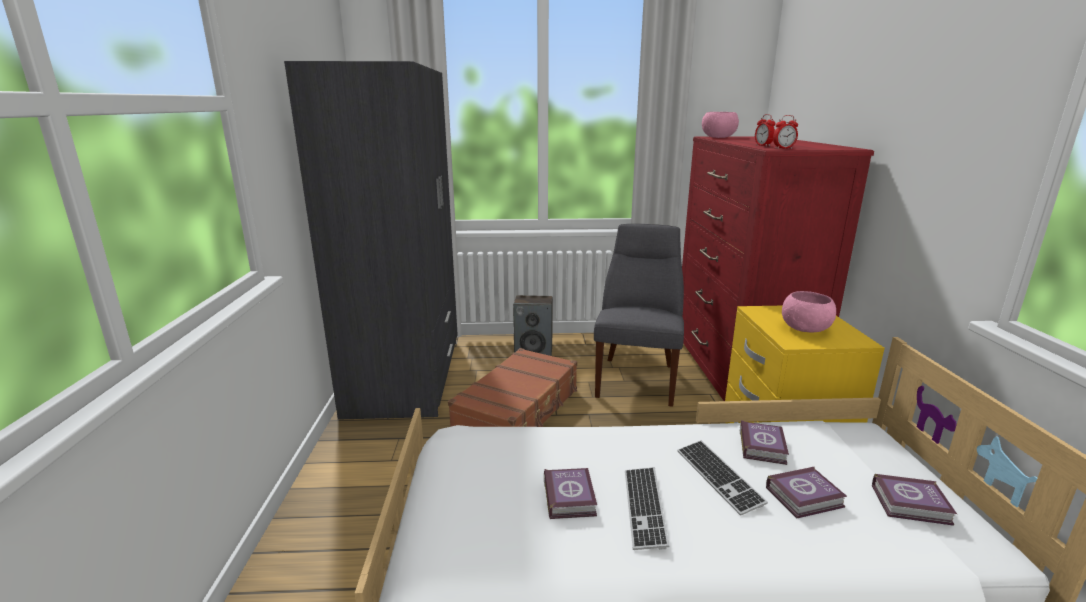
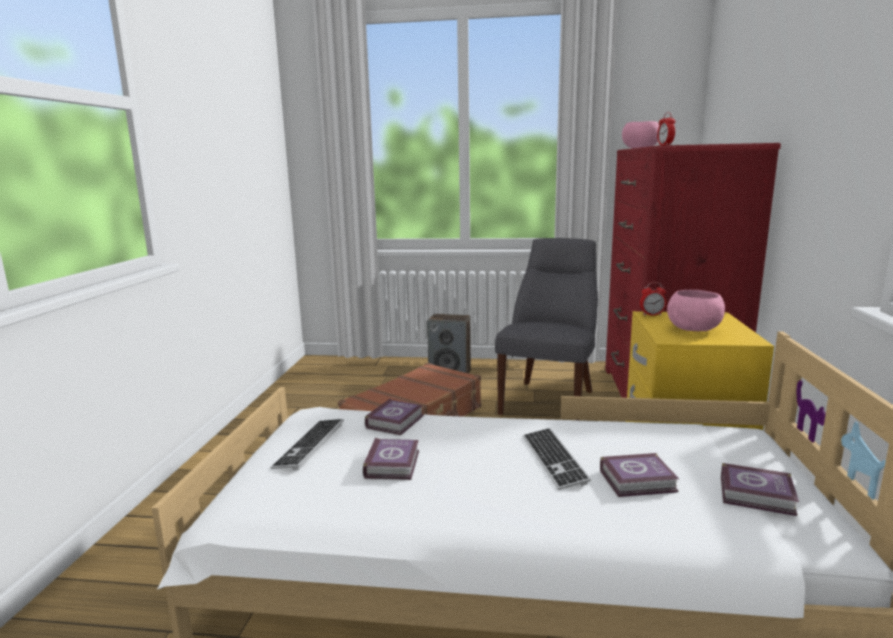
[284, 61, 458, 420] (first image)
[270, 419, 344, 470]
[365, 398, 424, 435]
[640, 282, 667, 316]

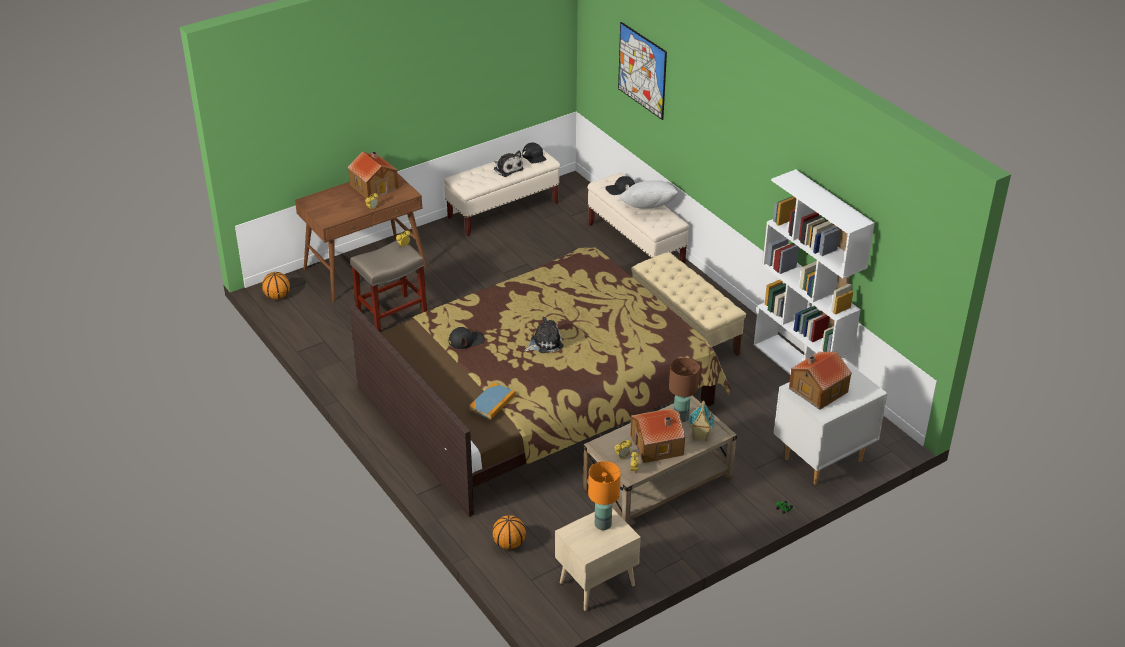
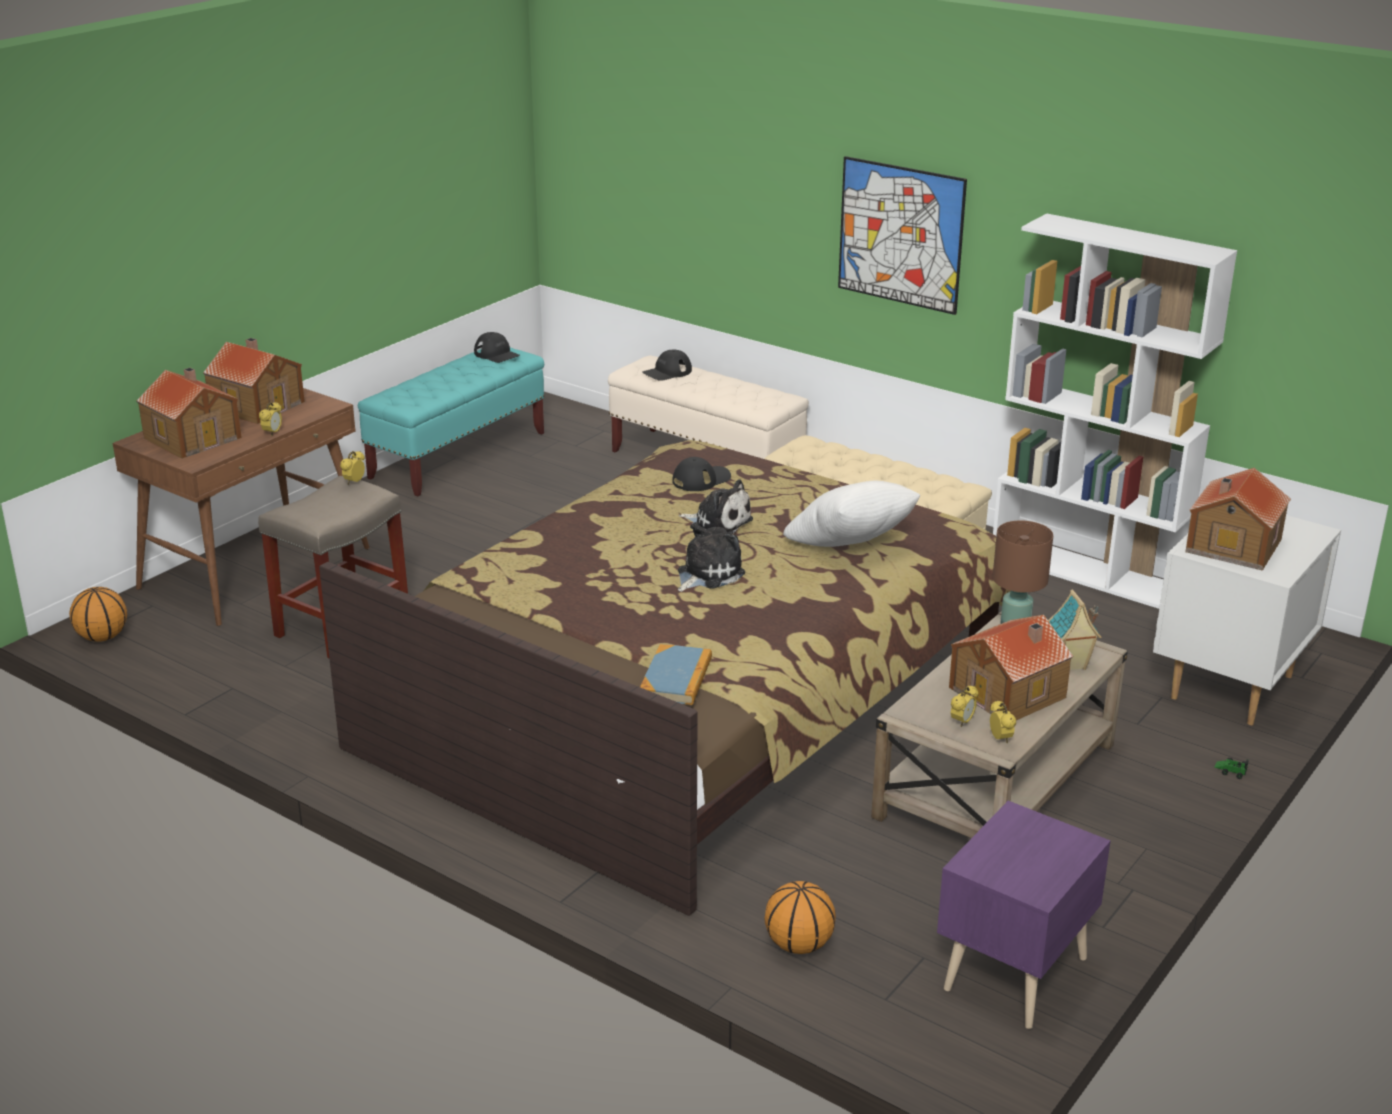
[588, 461, 621, 530] (first image)
[137, 368, 242, 459]
[672, 457, 731, 491]
[679, 479, 753, 534]
[838, 156, 967, 315]
[783, 481, 920, 547]
[358, 348, 544, 497]
[937, 801, 1111, 1029]

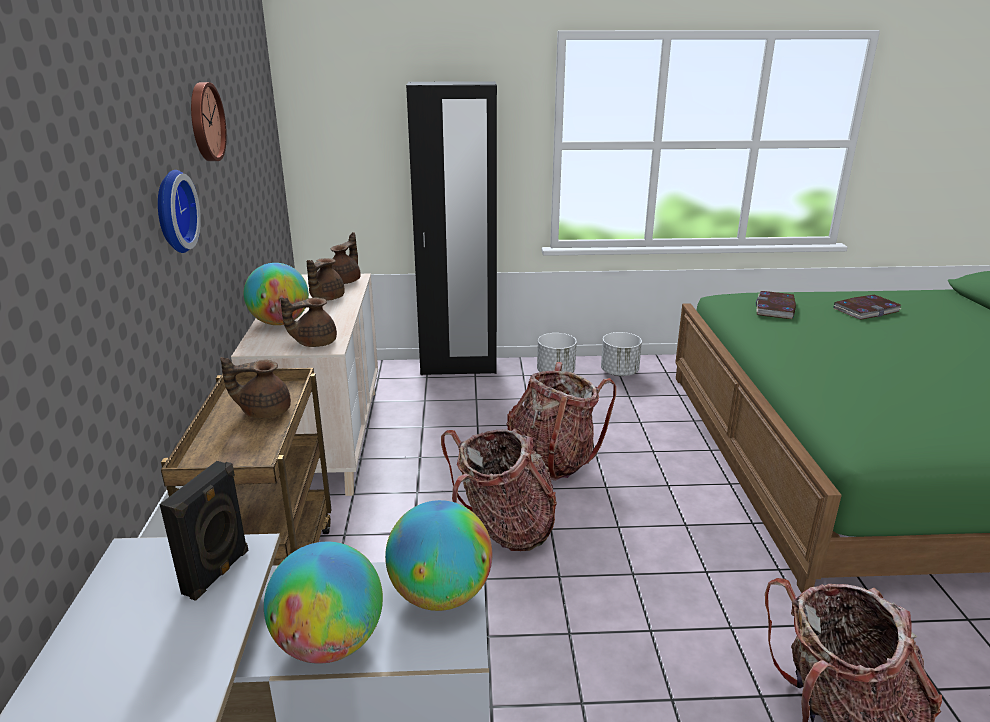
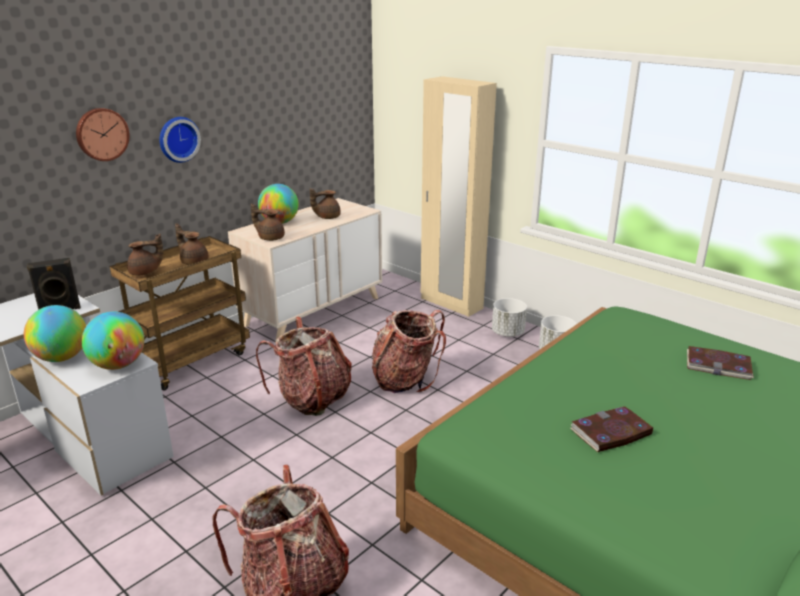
[76, 108, 130, 161]
[127, 234, 163, 276]
[570, 406, 653, 452]
[421, 76, 497, 317]

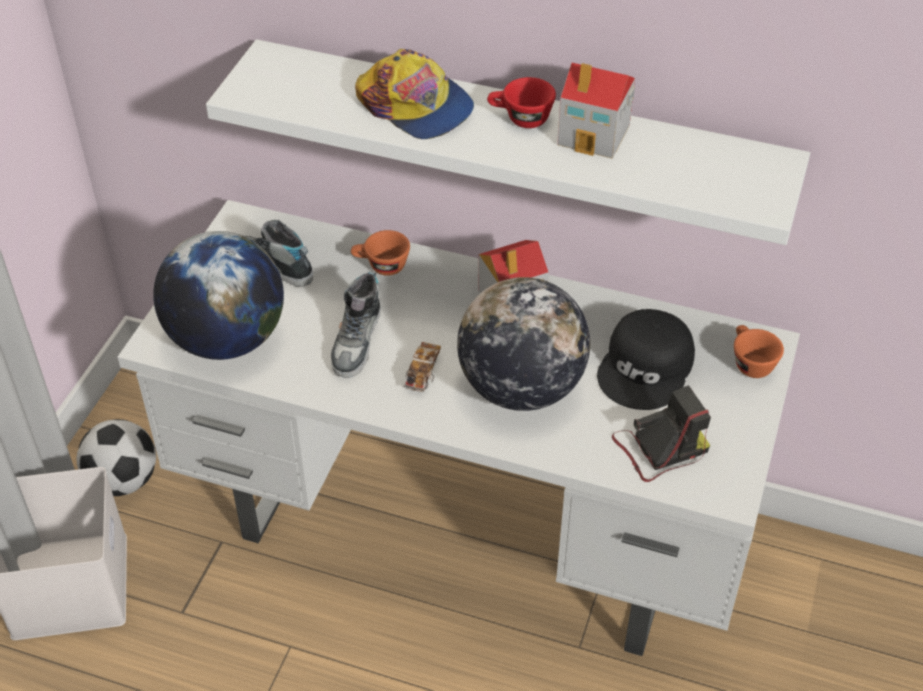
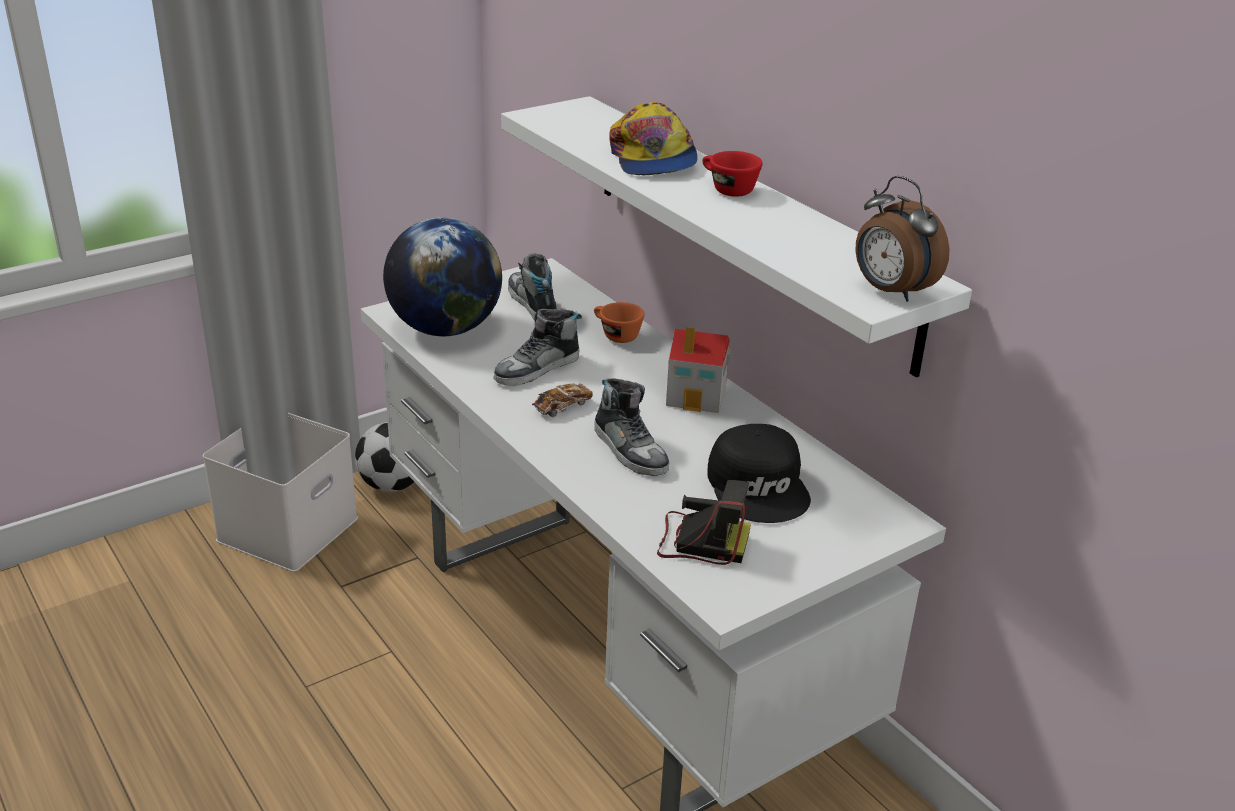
[557, 63, 635, 159] (first image)
[734, 325, 784, 378] (first image)
[856, 176, 950, 302]
[594, 378, 669, 476]
[707, 424, 811, 523]

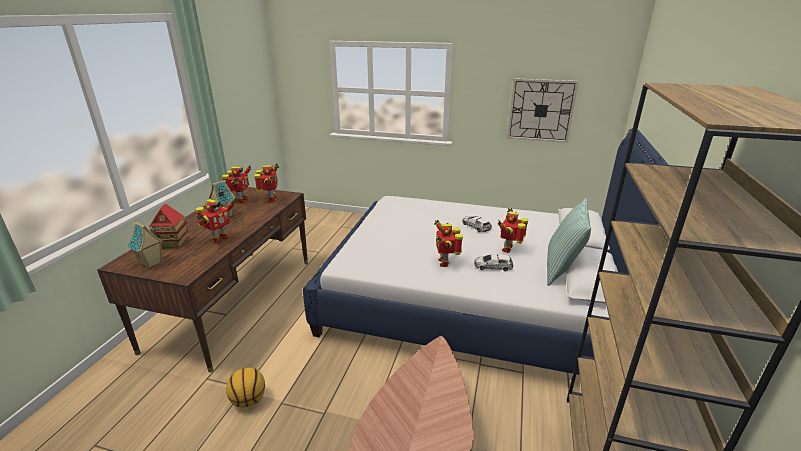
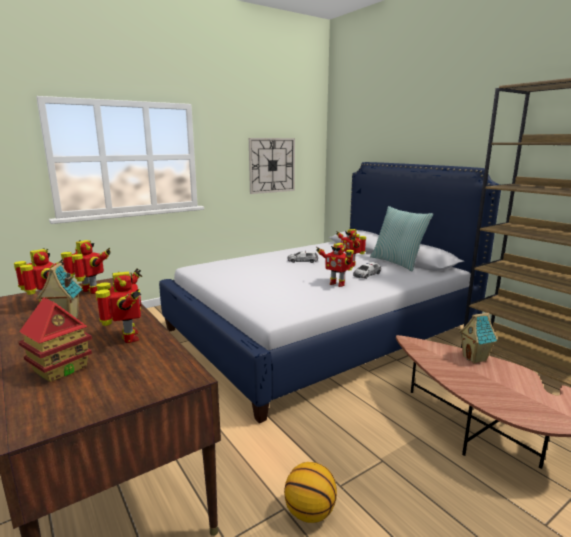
[459, 313, 498, 363]

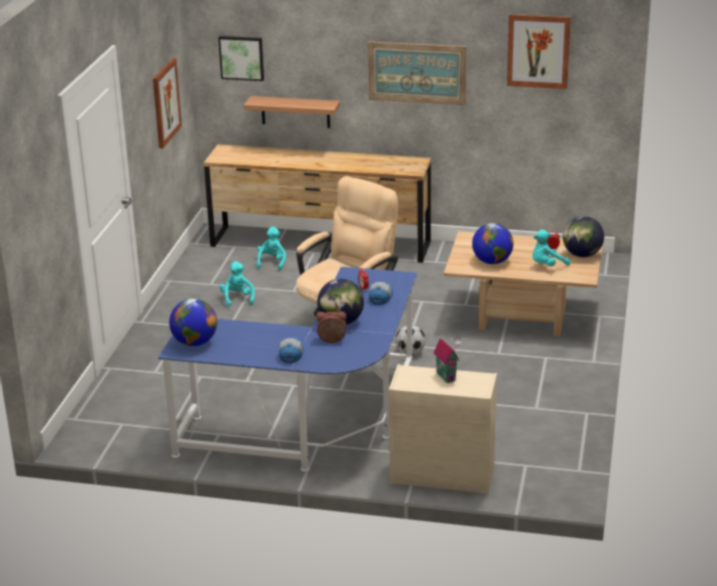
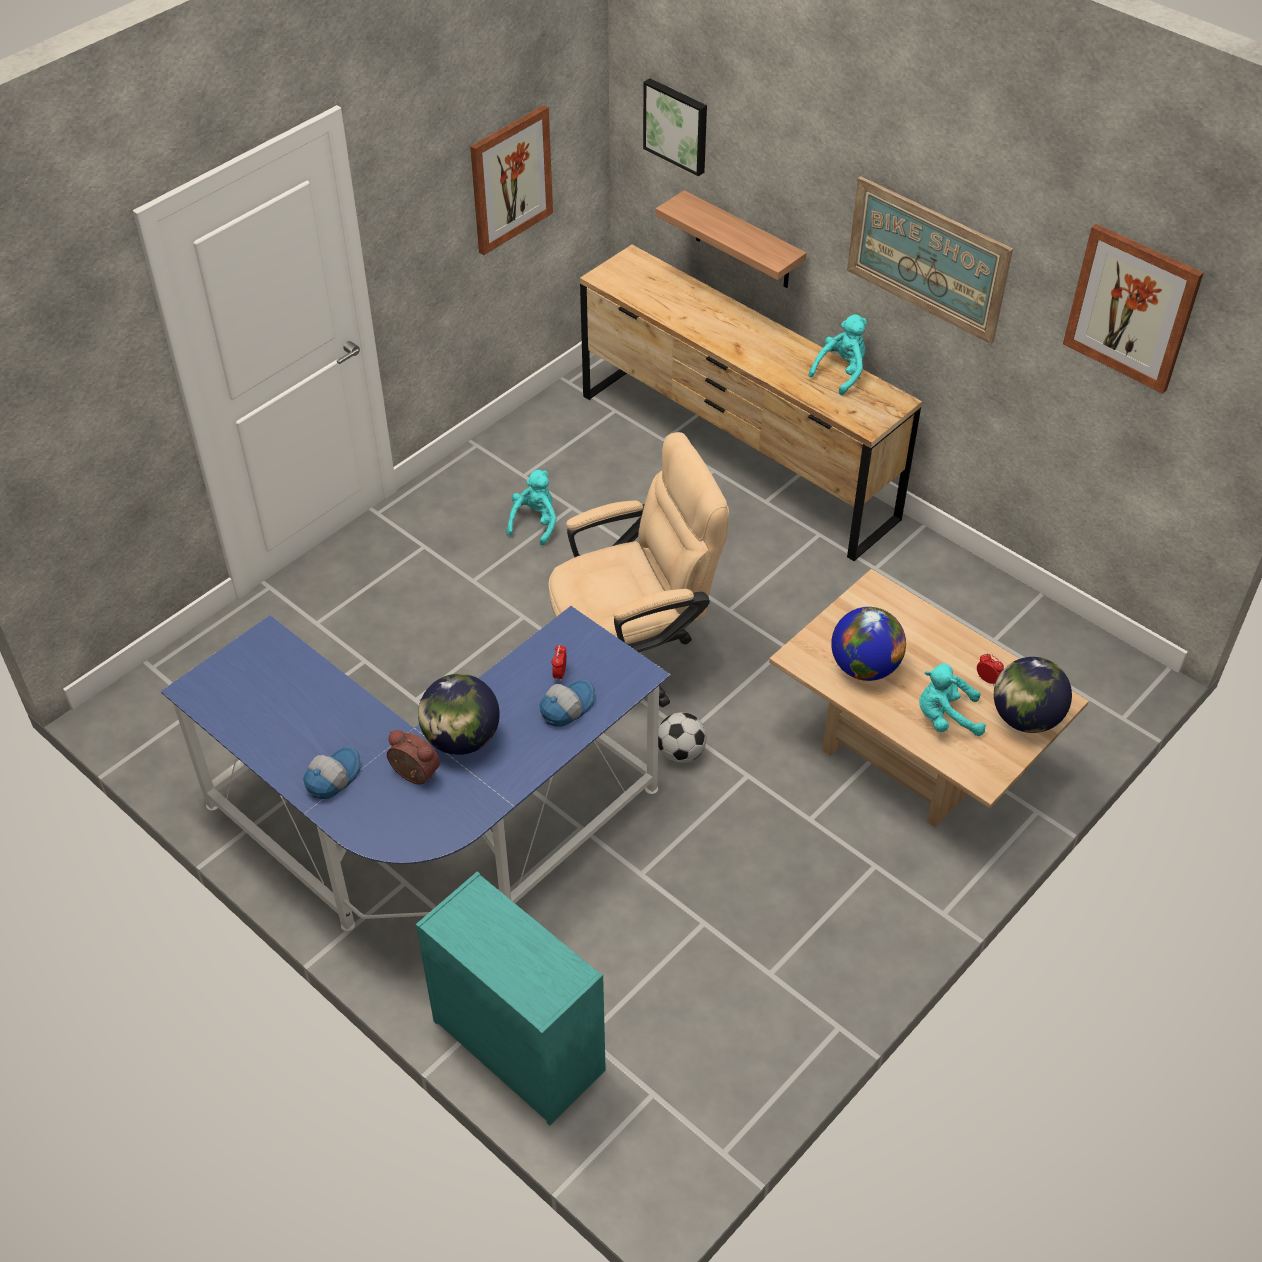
[169, 298, 217, 346] (first image)
[434, 337, 462, 383] (first image)
[809, 314, 867, 395]
[416, 871, 606, 1126]

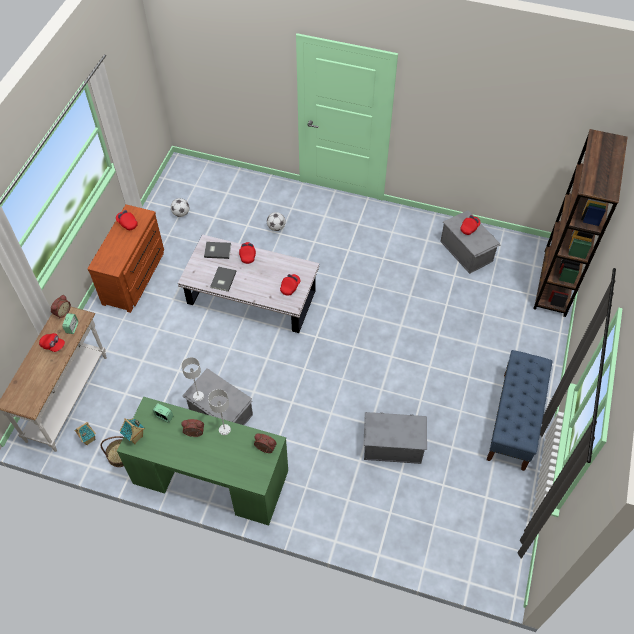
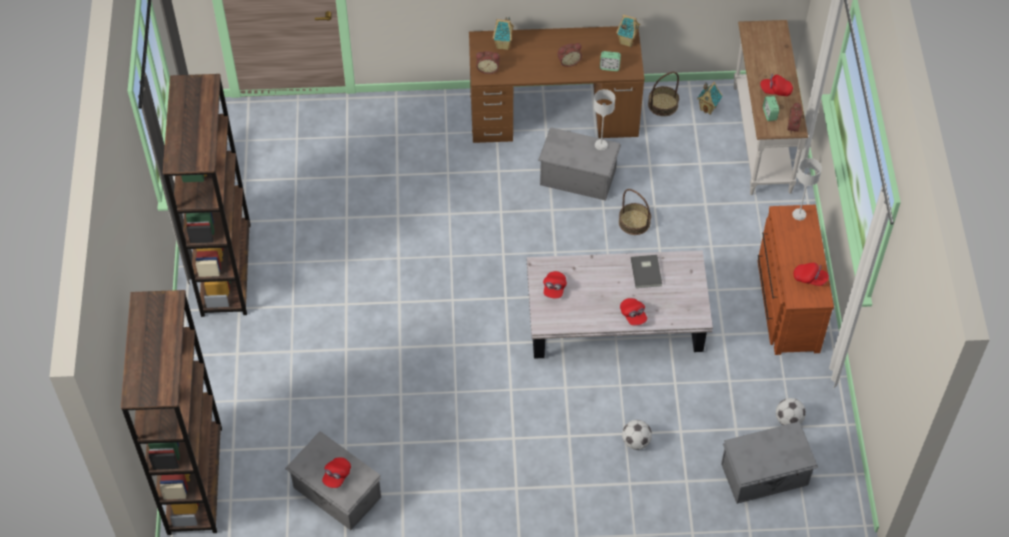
[204, 242, 231, 259] (first image)
[493, 17, 514, 50]
[619, 189, 651, 235]
[792, 158, 822, 220]
[721, 422, 818, 504]
[163, 74, 251, 317]
[469, 26, 645, 143]

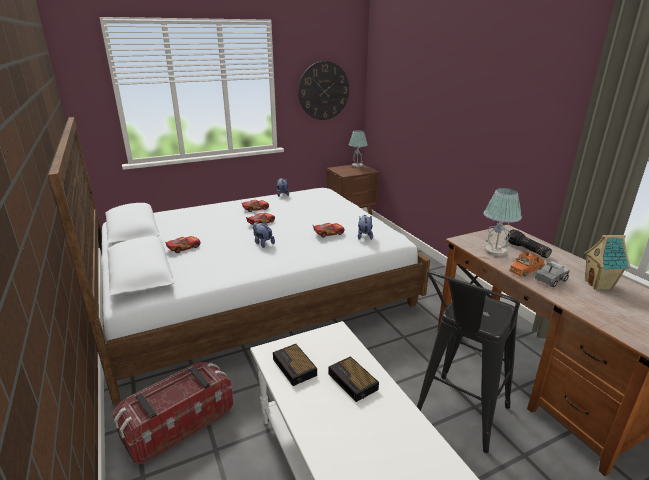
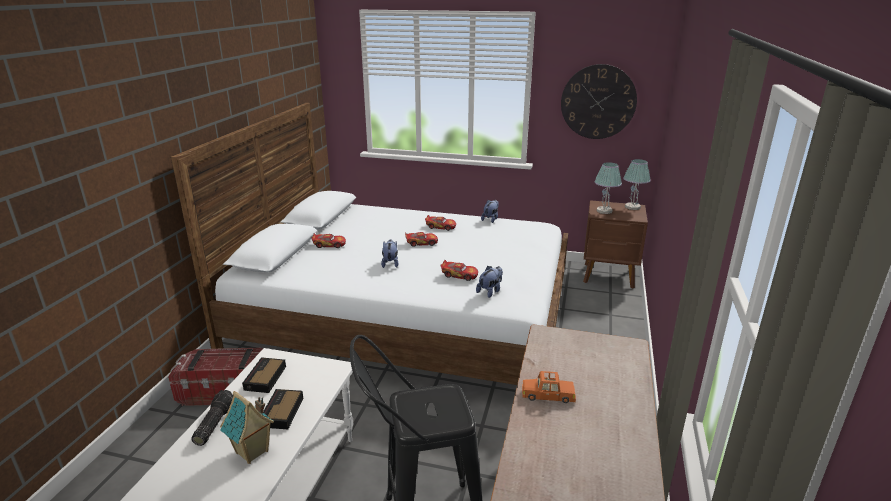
[535, 261, 569, 288] (first image)
[594, 162, 622, 214]
[191, 390, 233, 446]
[220, 391, 274, 464]

